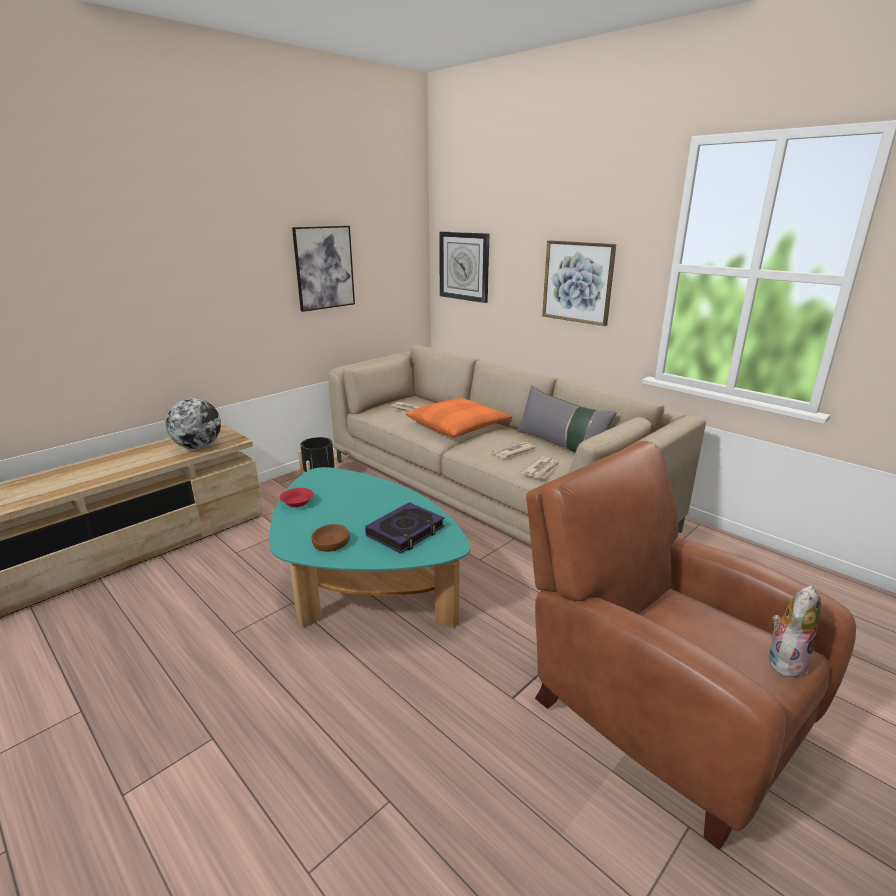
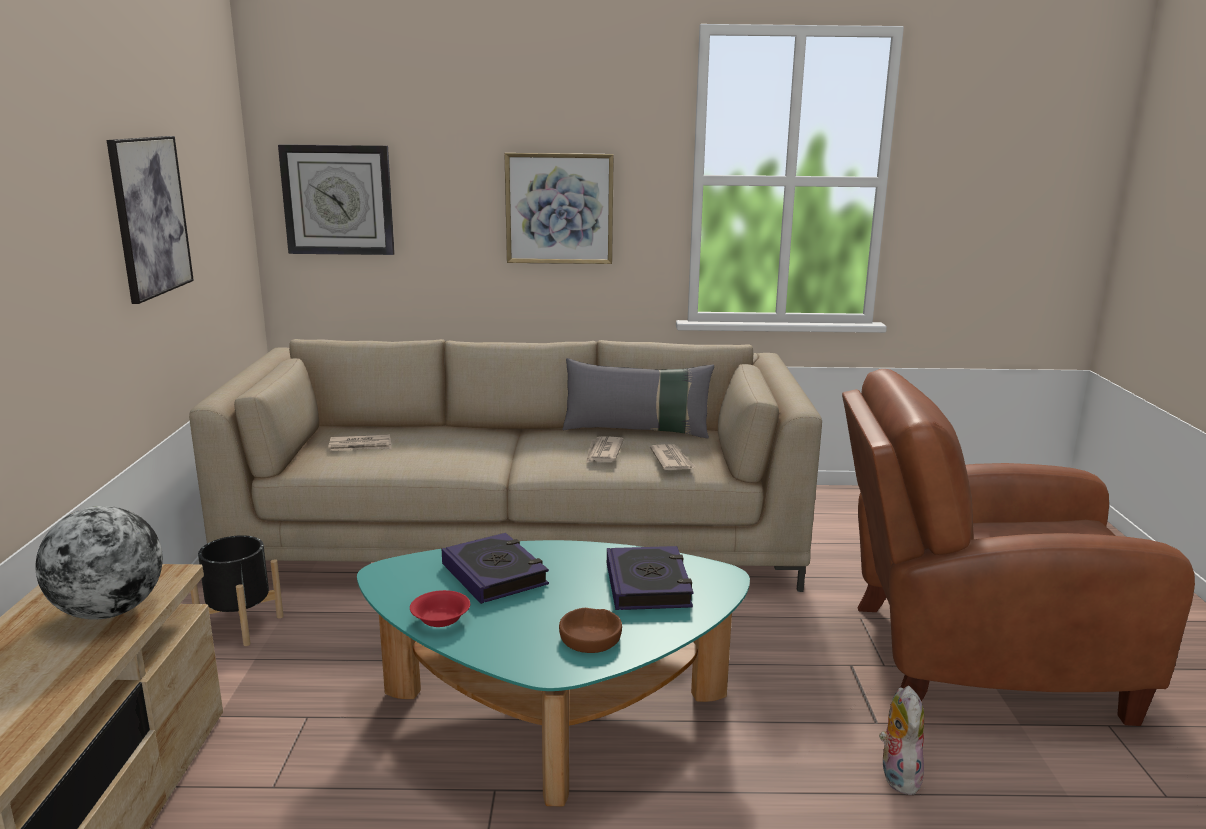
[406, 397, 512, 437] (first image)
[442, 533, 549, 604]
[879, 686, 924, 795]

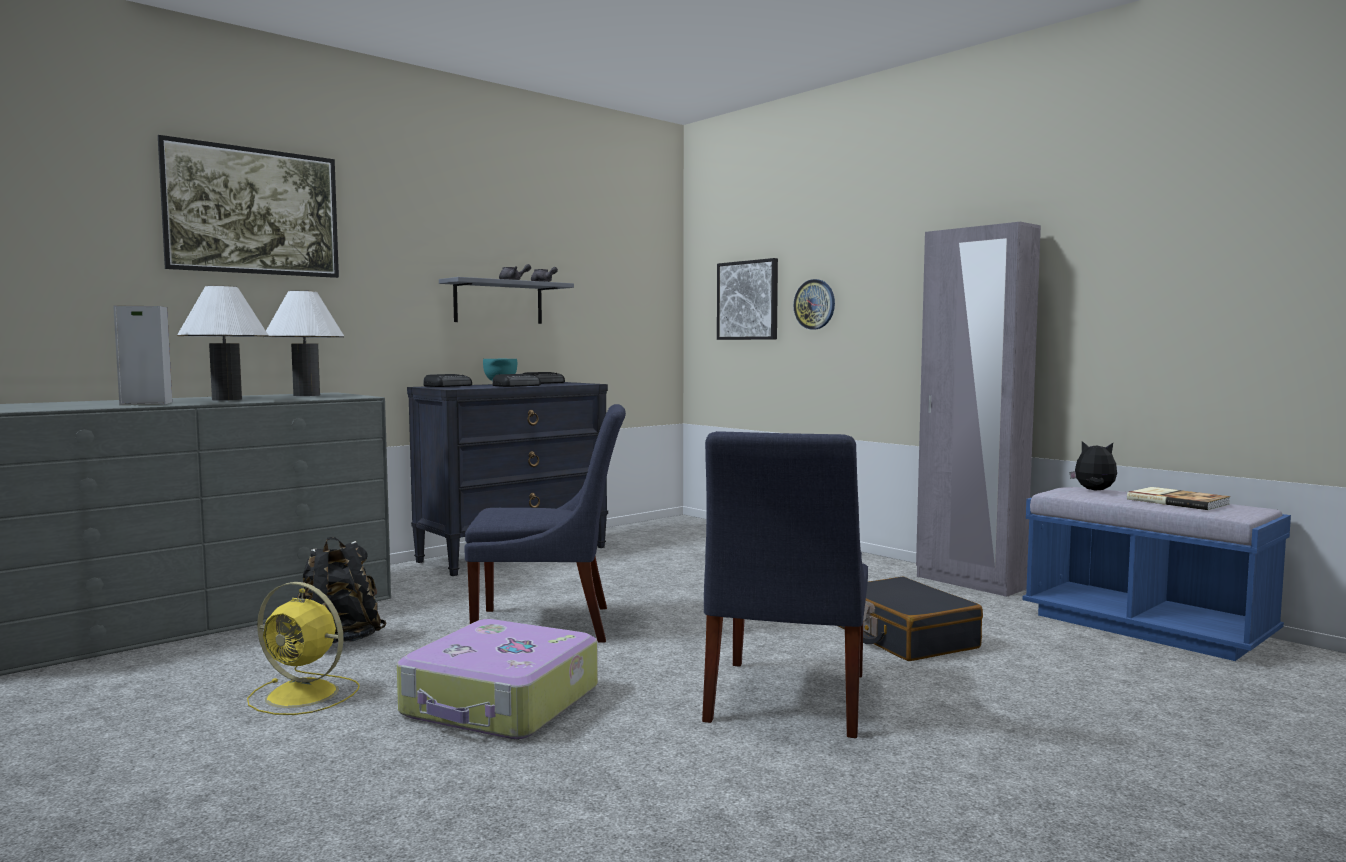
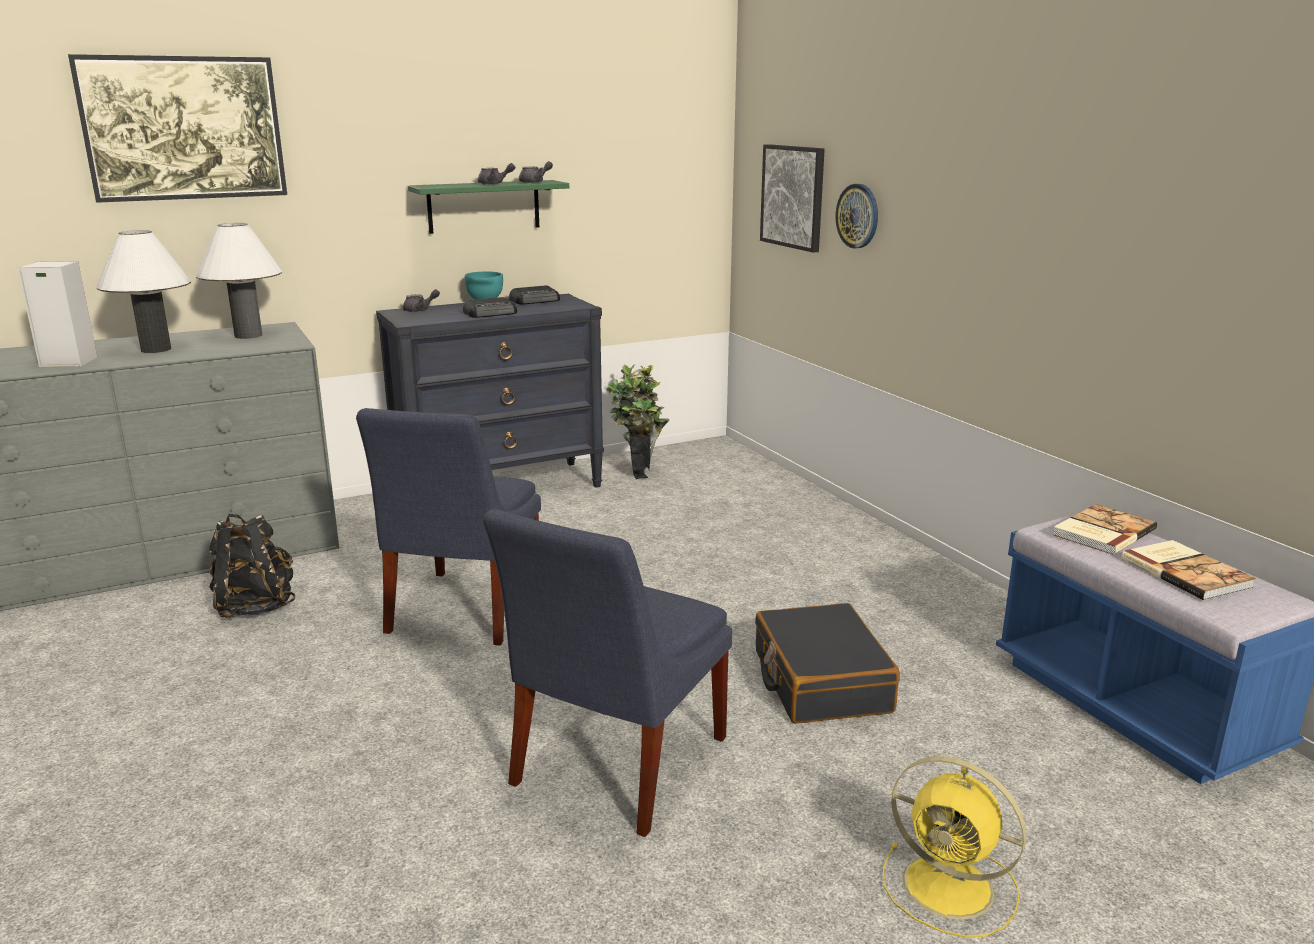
[397, 619, 598, 739] (first image)
[916, 222, 1041, 597] (first image)
[606, 364, 670, 479]
[883, 756, 1026, 938]
[403, 289, 440, 312]
[1053, 504, 1157, 555]
[408, 180, 569, 234]
[356, 408, 541, 645]

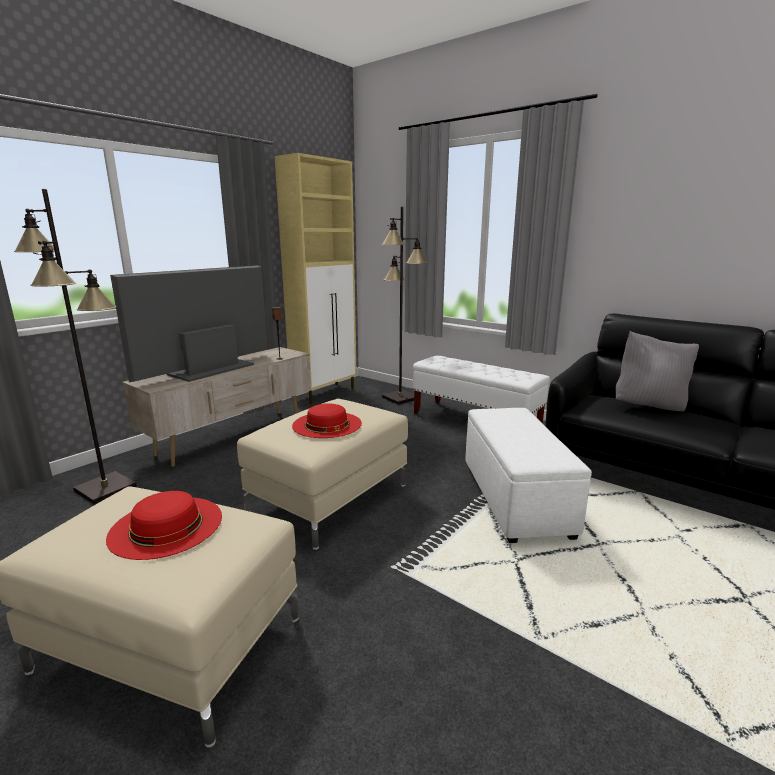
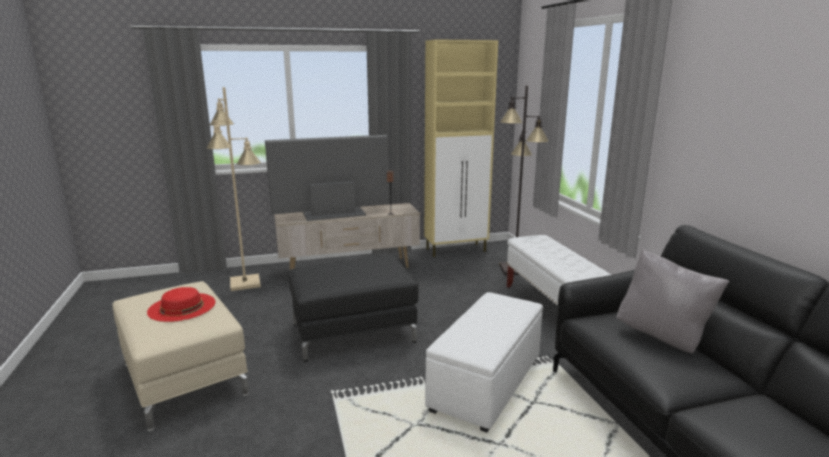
[292, 403, 362, 438] (first image)
[206, 87, 261, 291]
[289, 256, 419, 362]

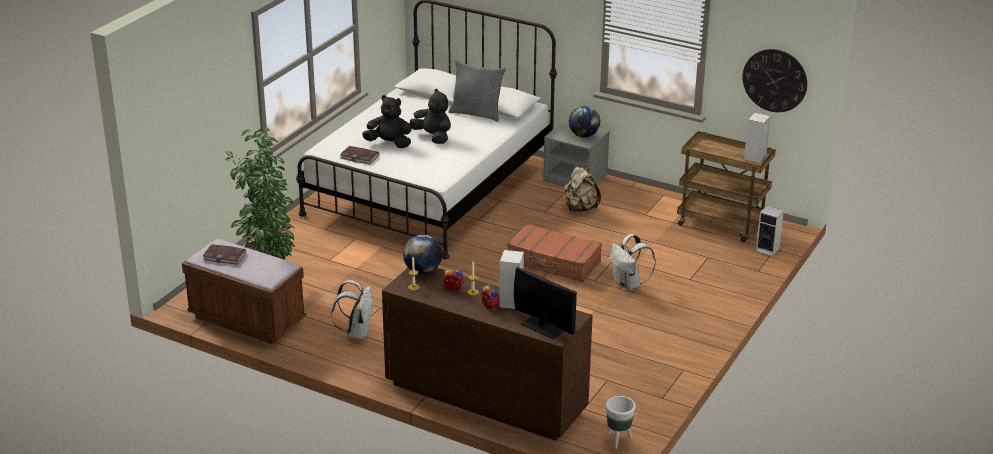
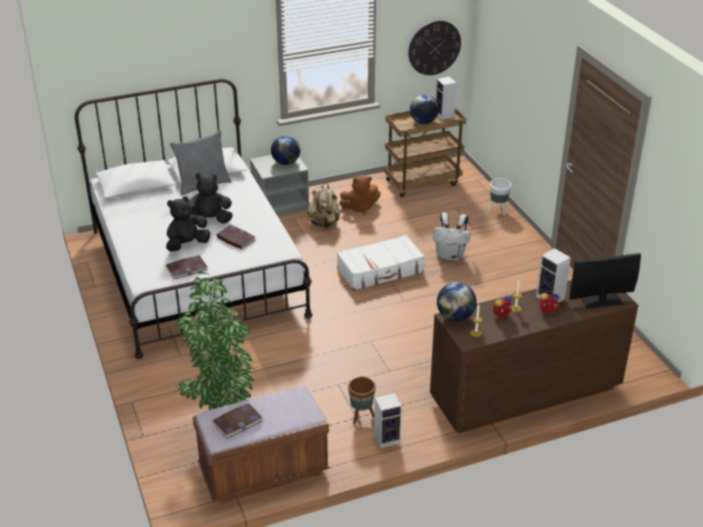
[216, 225, 256, 249]
[339, 175, 381, 214]
[410, 95, 439, 124]
[488, 179, 511, 216]
[374, 393, 402, 448]
[348, 377, 376, 424]
[337, 235, 425, 291]

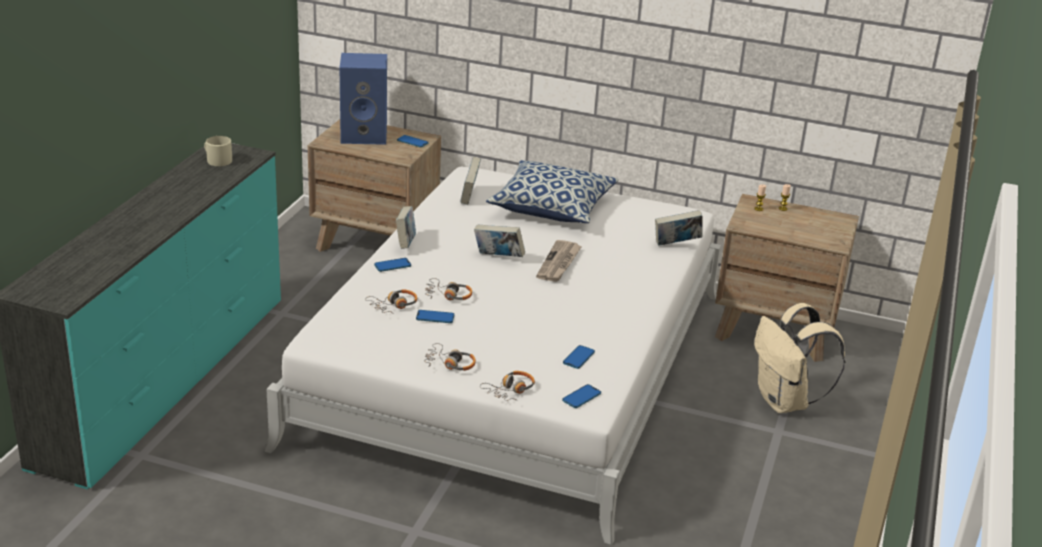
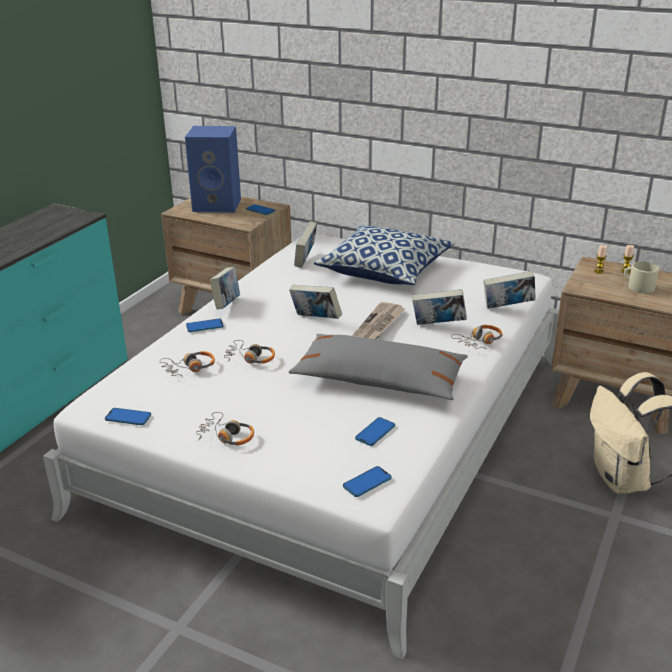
[288, 334, 468, 400]
[412, 289, 467, 325]
[624, 261, 659, 293]
[105, 408, 151, 425]
[451, 325, 502, 349]

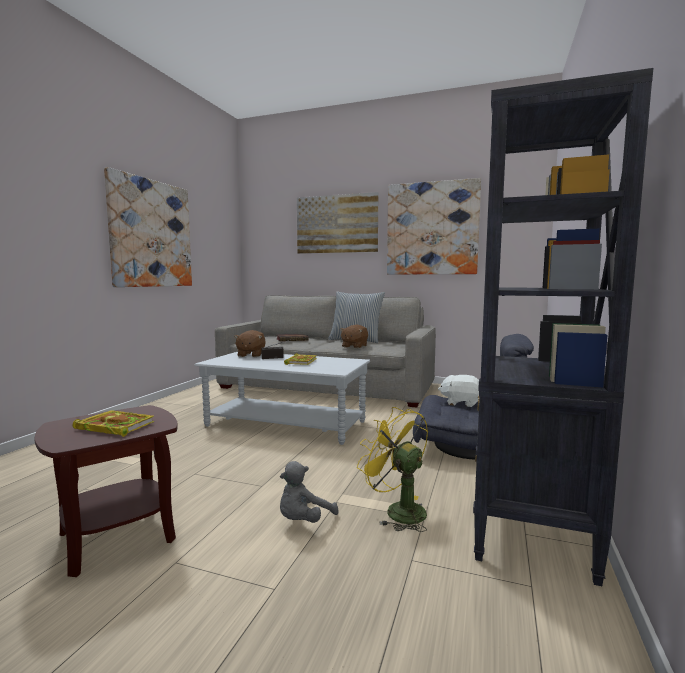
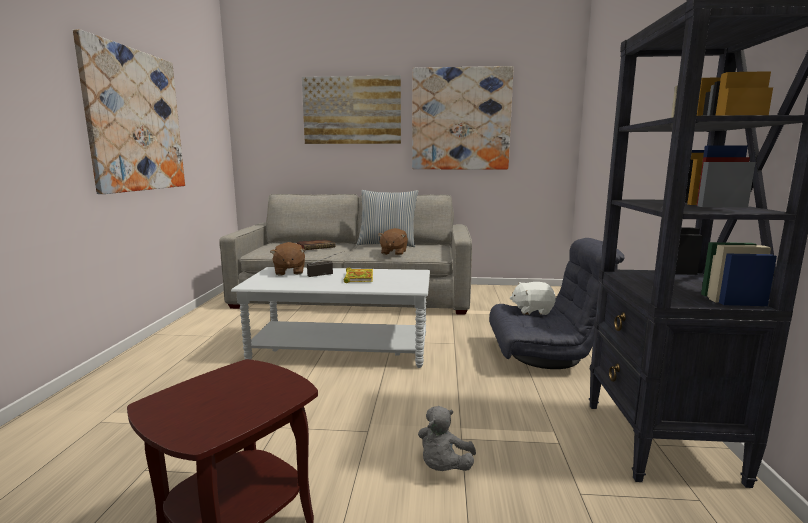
[73, 410, 154, 437] (first image)
[357, 407, 428, 532] (first image)

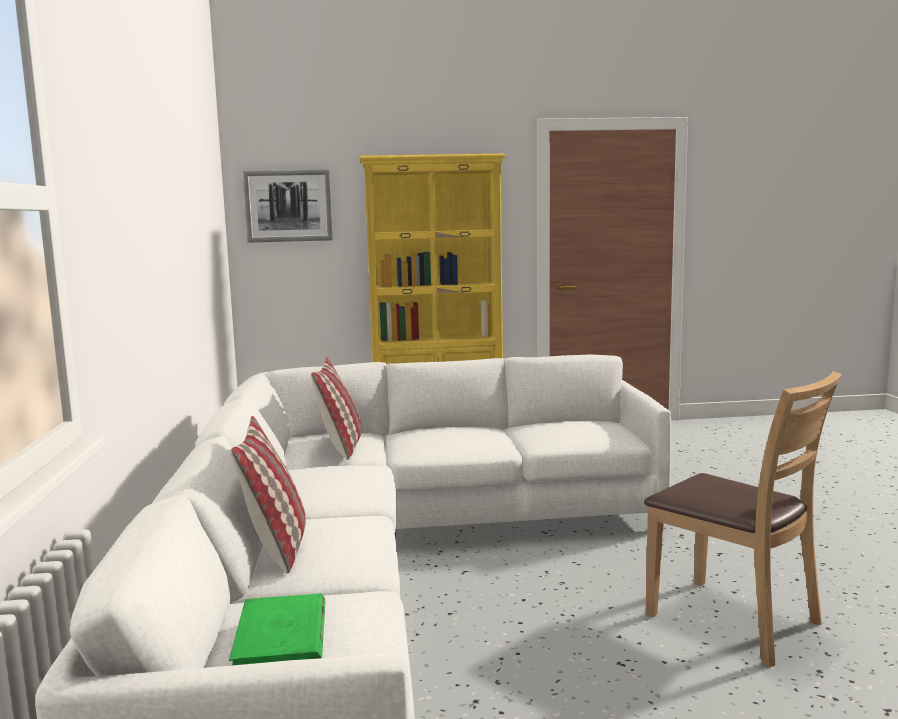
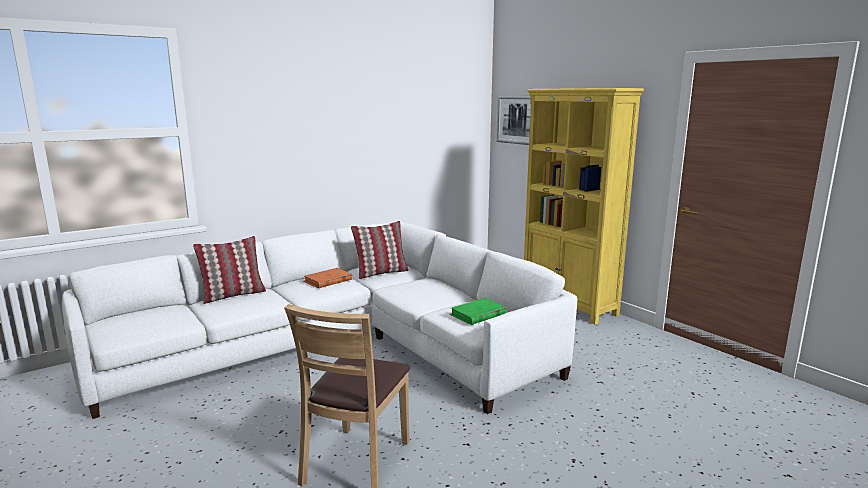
[303, 268, 352, 288]
[450, 298, 507, 325]

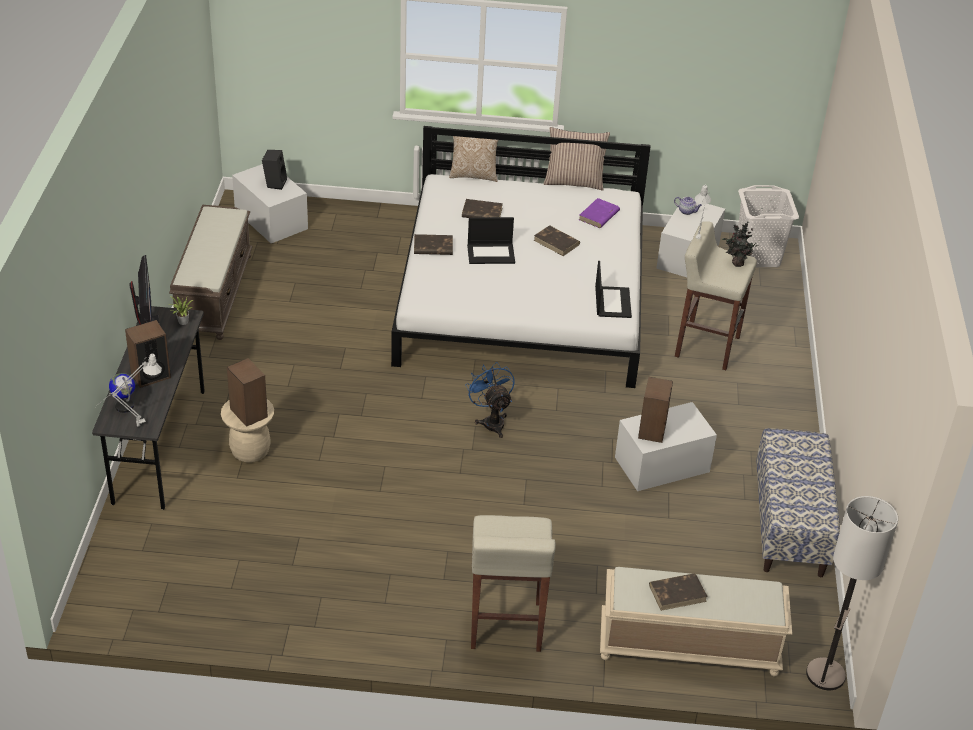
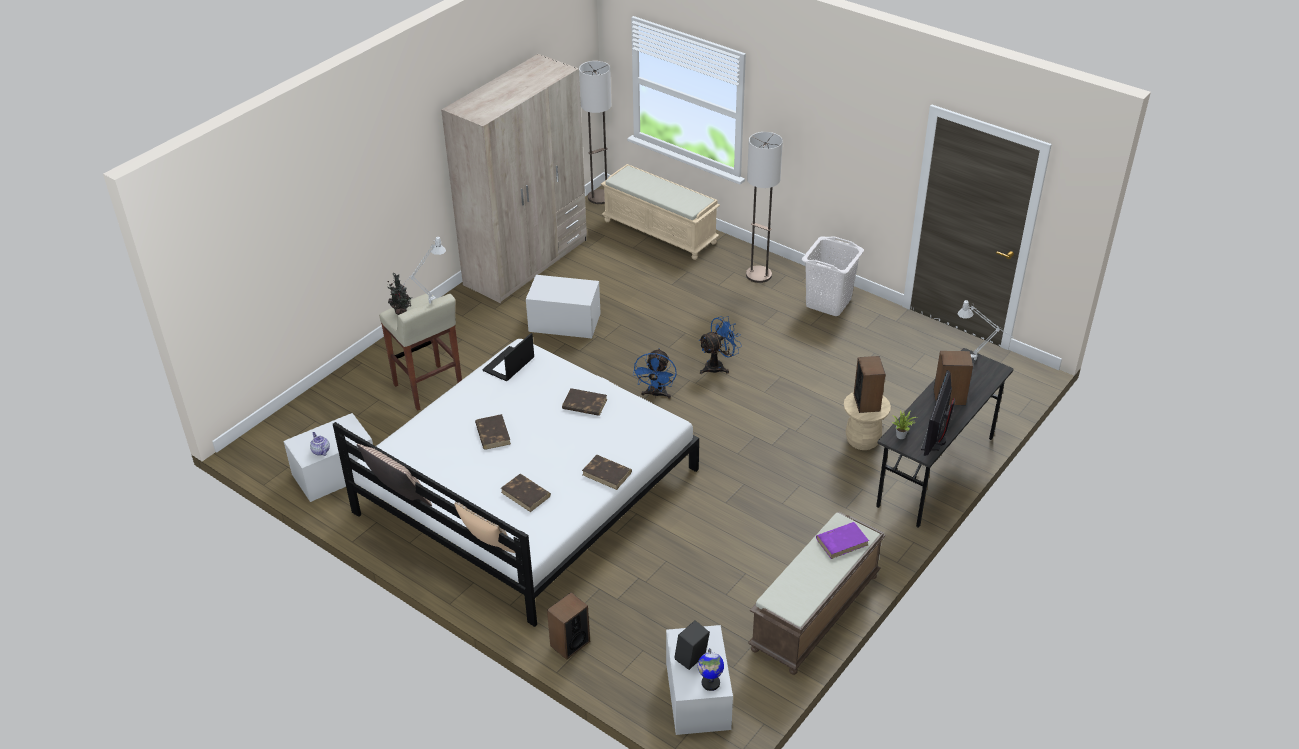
[467, 217, 515, 264] (first image)
[698, 316, 742, 374]
[698, 648, 724, 691]
[816, 522, 869, 559]
[547, 592, 590, 660]
[562, 388, 607, 416]
[802, 237, 864, 316]
[746, 132, 783, 283]
[441, 54, 587, 303]

